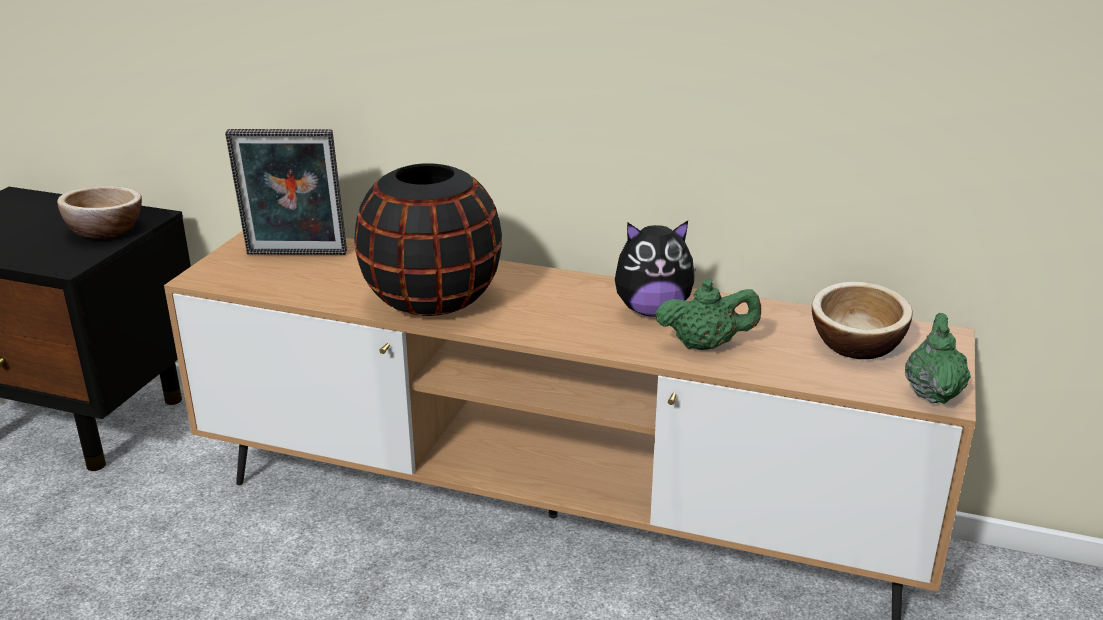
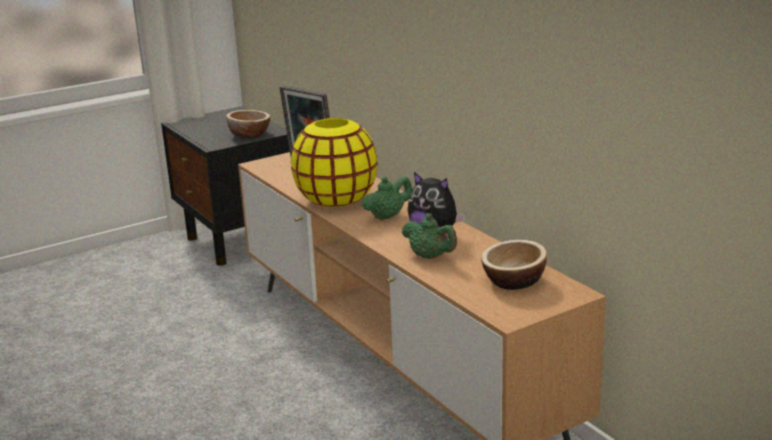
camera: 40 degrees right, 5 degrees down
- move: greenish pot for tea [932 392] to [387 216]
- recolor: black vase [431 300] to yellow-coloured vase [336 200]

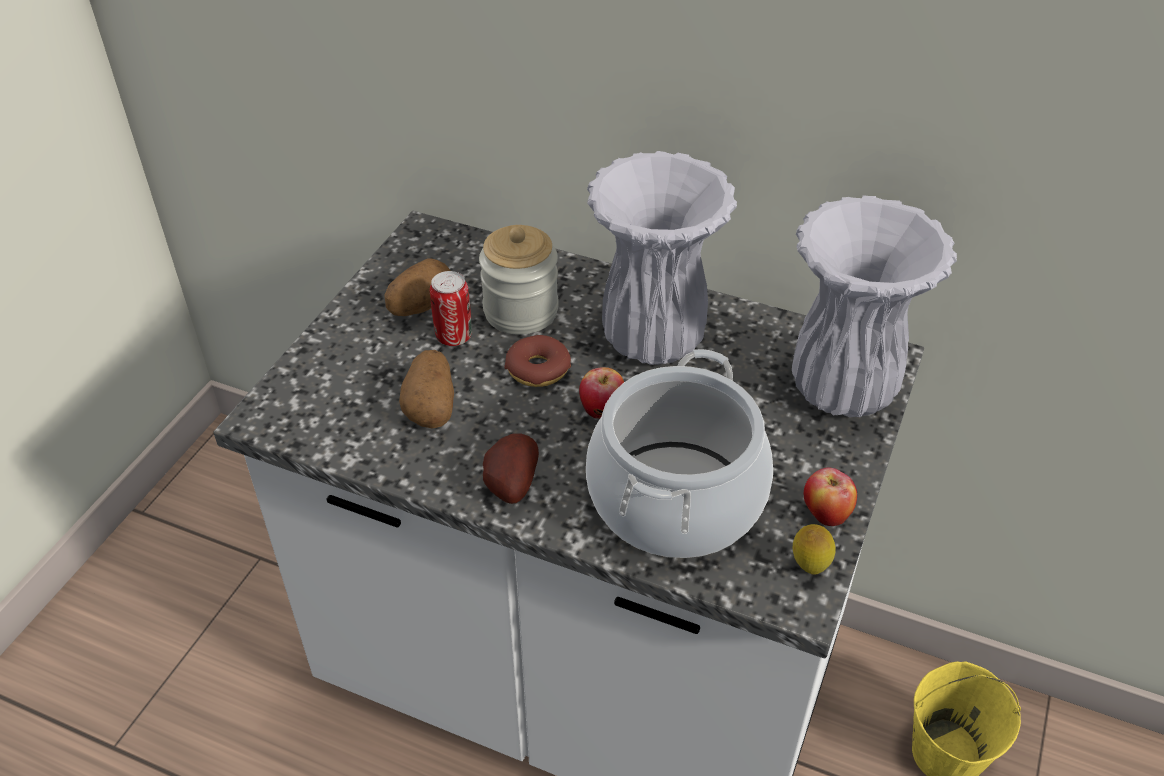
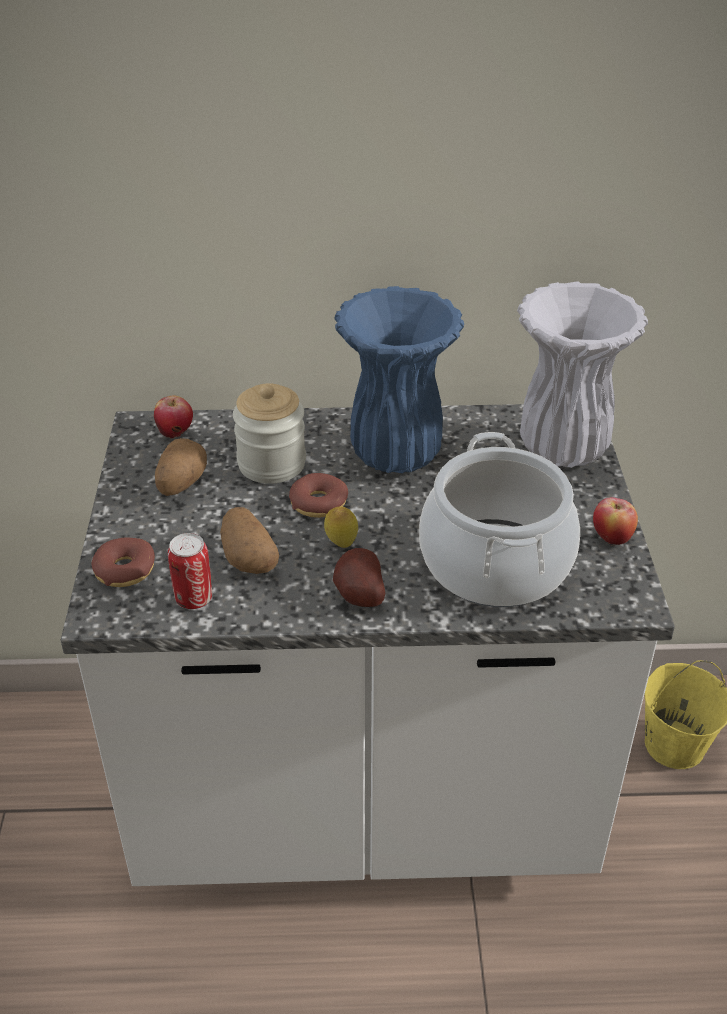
camera: 25 degrees left, 5 degrees down
- insert: ring doughnut [125 570]
- move: sealed can [454 336] to [194 599]
- move: whole apple [602 411] to [176 433]
- move: citrus fruit [809 567] to [341 544]
- recolor: white-coloured vase [652 338] to blue-coloured vase [394 454]

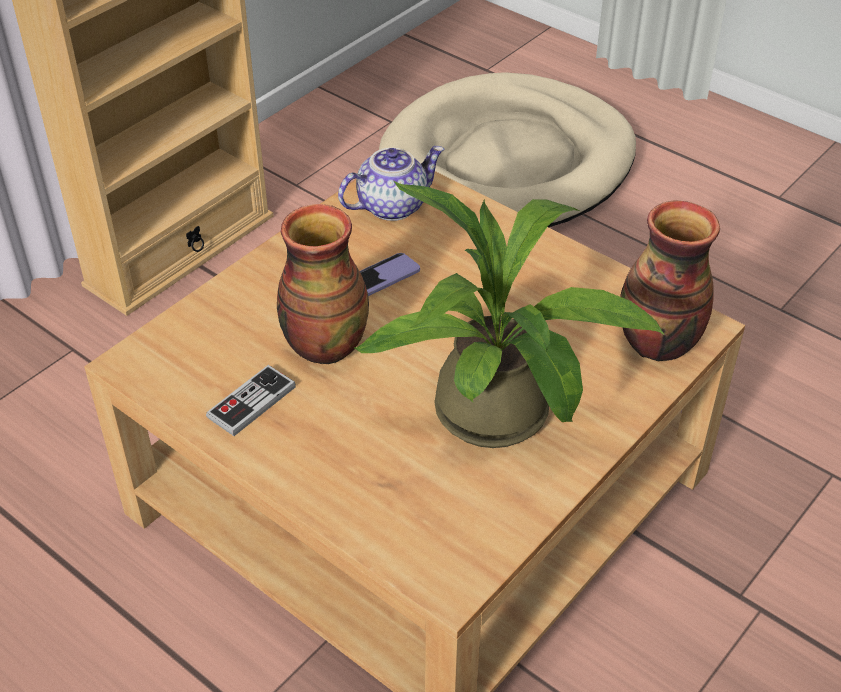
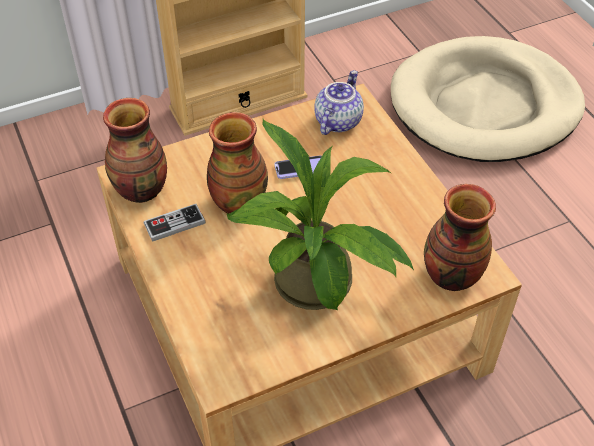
camera: 25 degrees right, 5 degrees up
- insert: vase [142 190]
- rotate: pot for tea [392 205] = [337 121] 60 degrees counterclockwise

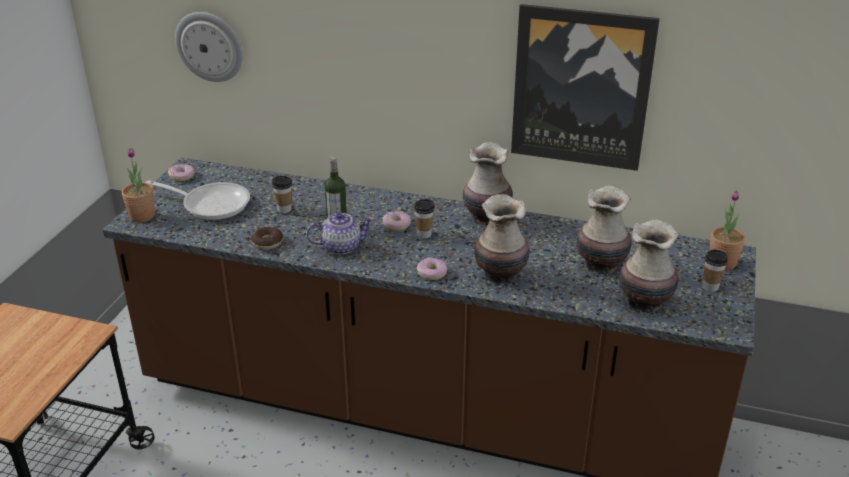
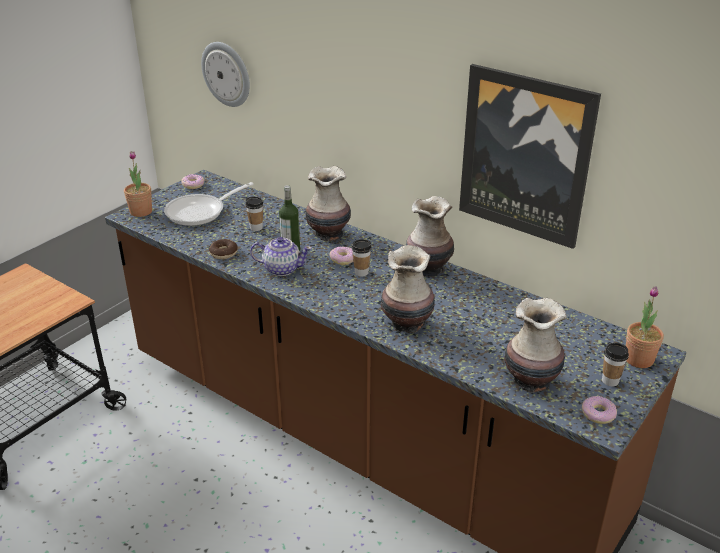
camera: 20 degrees right, 0 degrees up
- move: ring doughnut [431 273] to [598 414]
- move: vase [601 265] to [329 234]
- rotate: skillet [211 204] = [200 212] 105 degrees clockwise

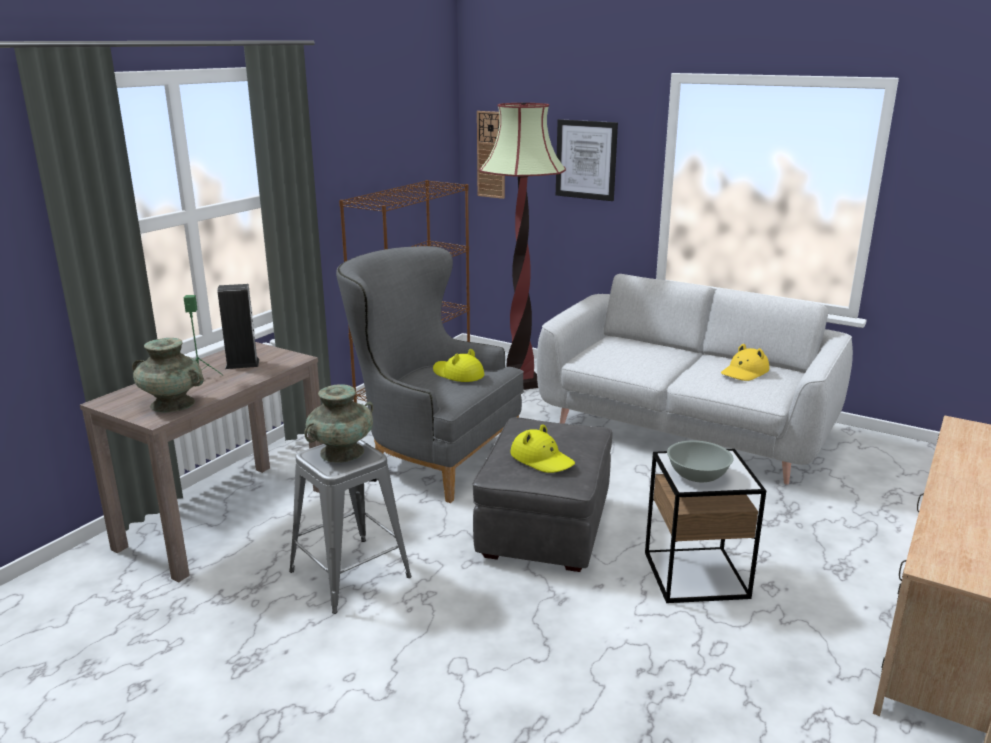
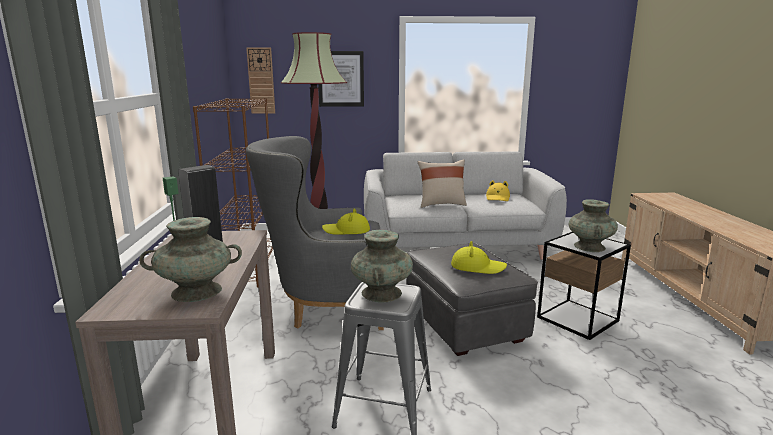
camera: 35 degrees left, 5 degrees down
- insert: sand-coloured throw pillow [441 204]
- replace: greyish deep dish [697 475] to blue-green vase [589 246]

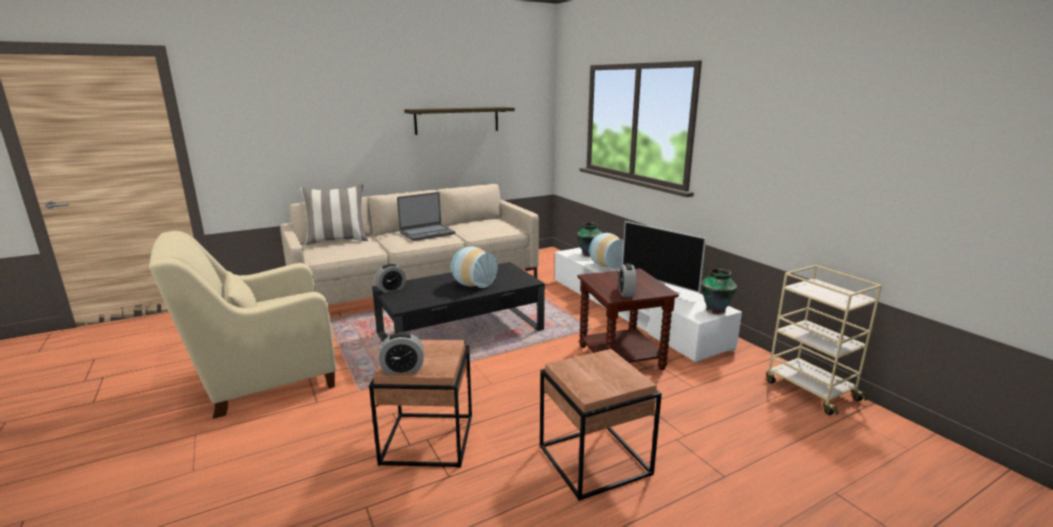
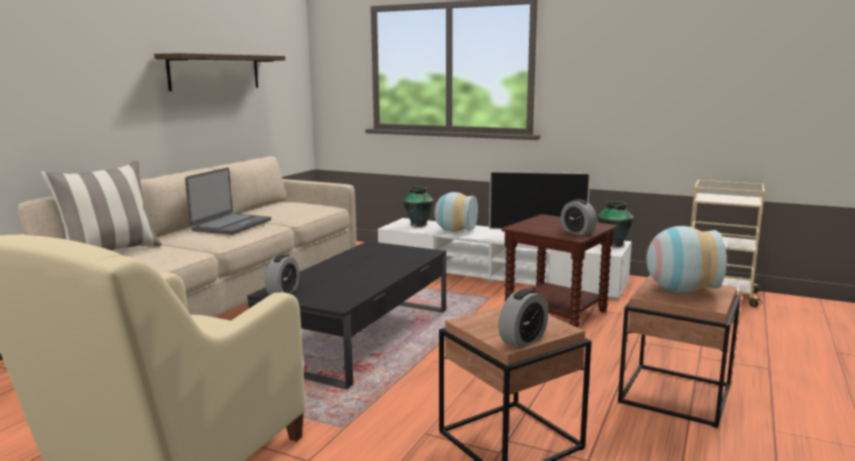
camera: 35 degrees left, 5 degrees down
- move: vase [472 285] to [679 290]

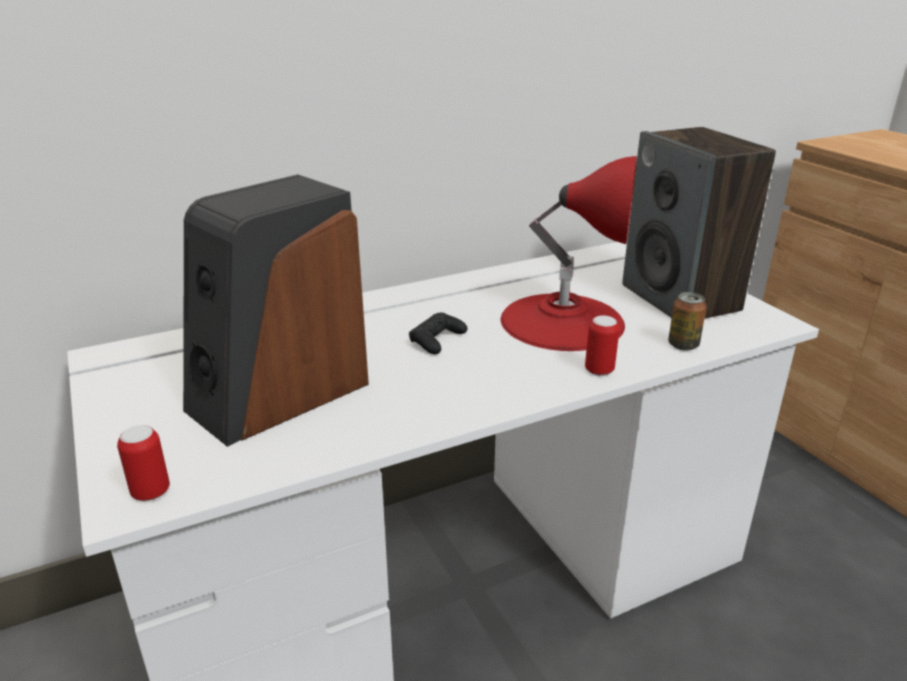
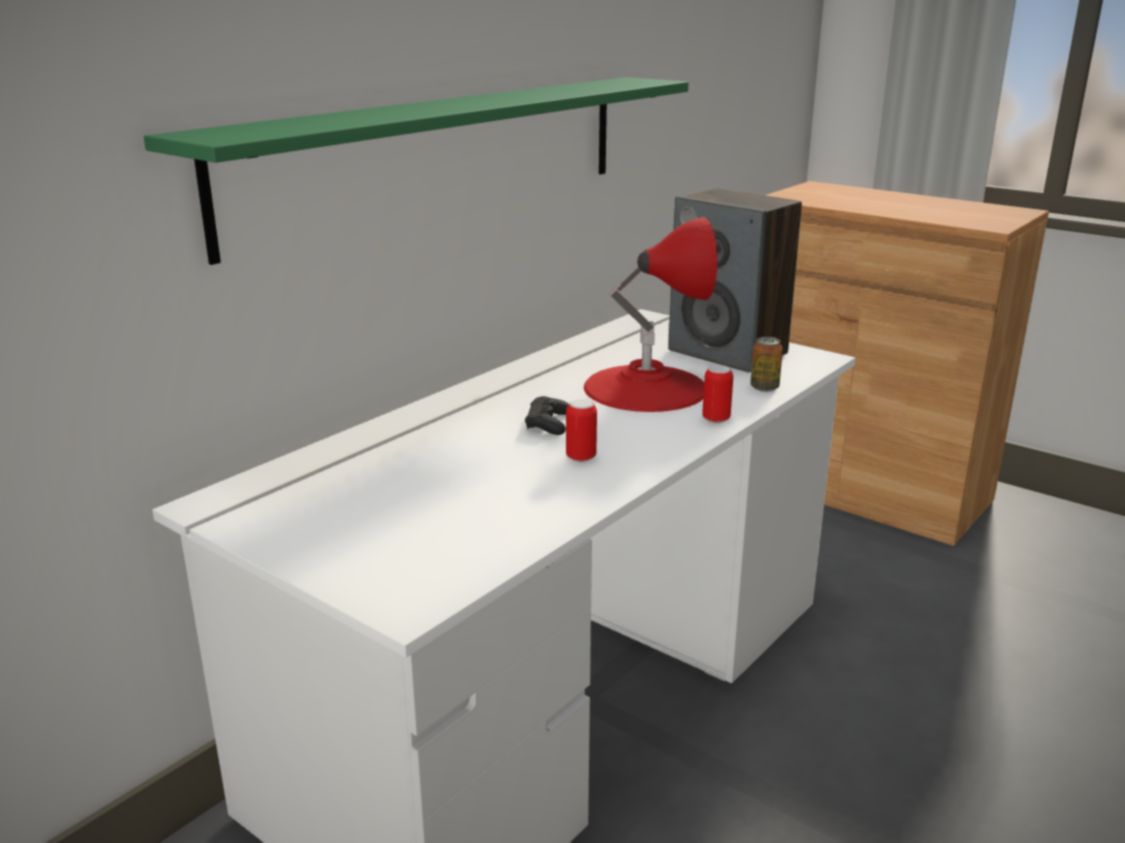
camera: 25 degrees left, 5 degrees down
- delete: audio speaker [278 395]
- insert: greenish shelf [440 156]
- move: sealed can [151 492] to [581 457]

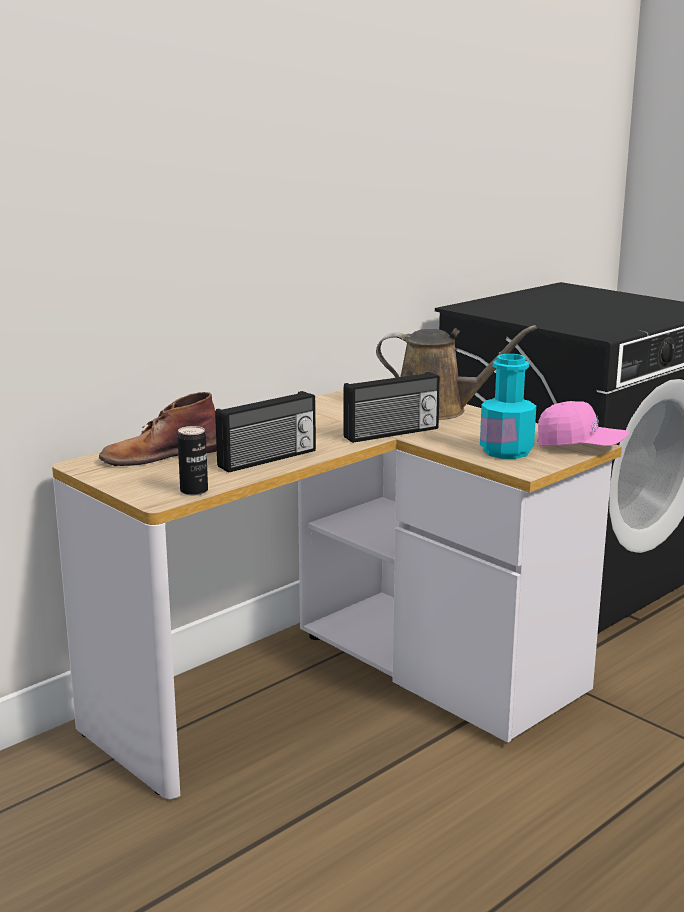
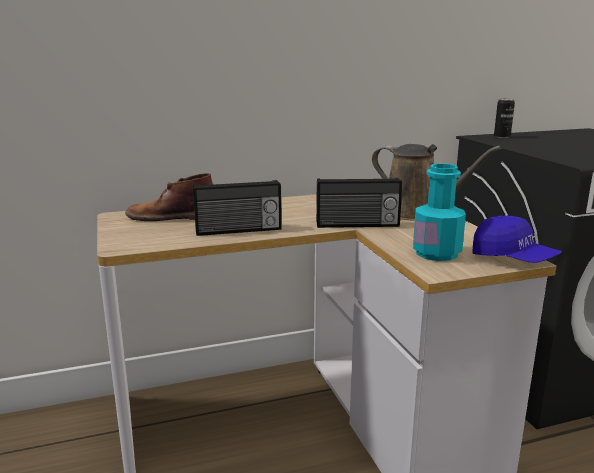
camera: 25 degrees right, 0 degrees up
- move: sealed can [194 491] to [502 137]
- recolor: pink peaked cap [580 446] to blue-coloured peaked cap [512 259]

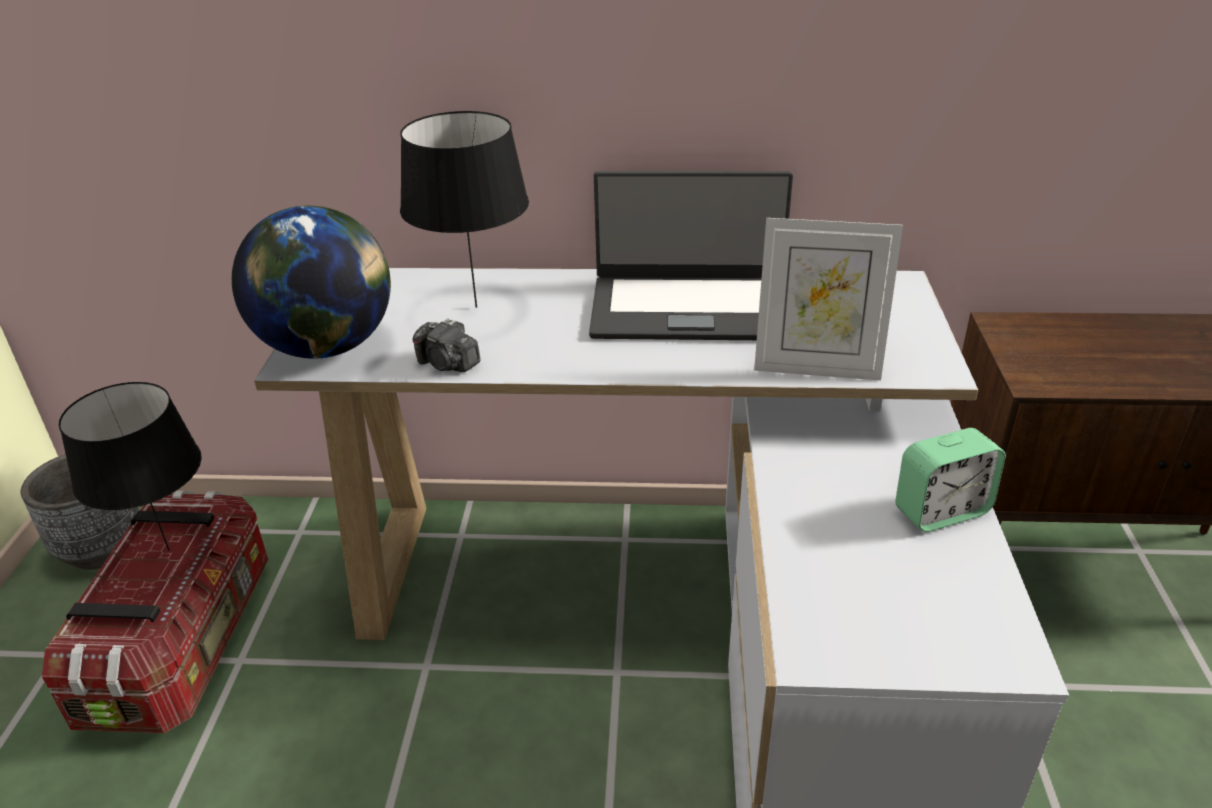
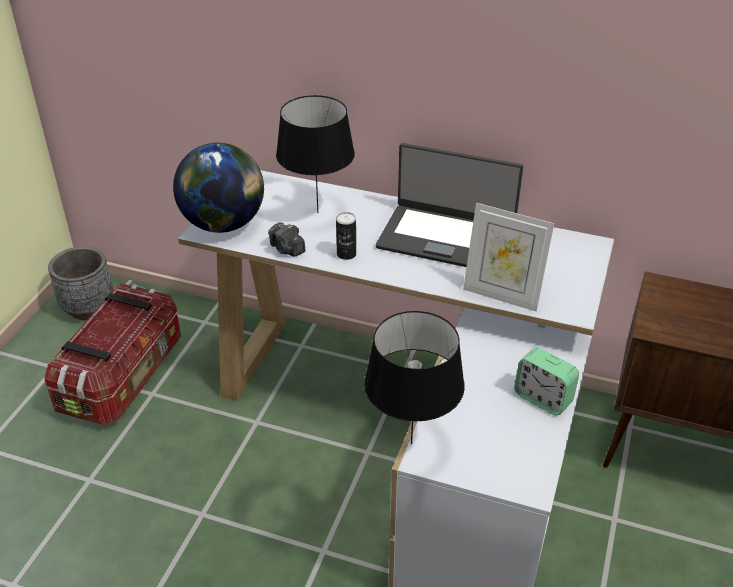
camera: 15 degrees right, 5 degrees up
- insert: sealed can [346 254]
- move: black lamp for a table [167 550] to [410 443]
- rotate: alarm clock [941 511] = [543 398] 45 degrees clockwise

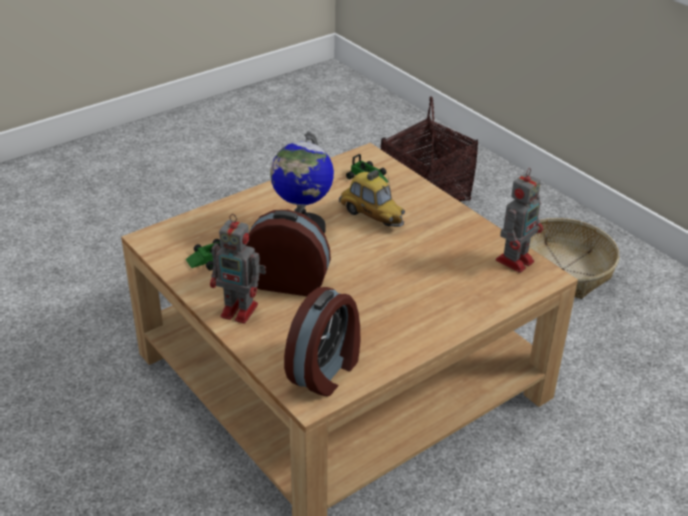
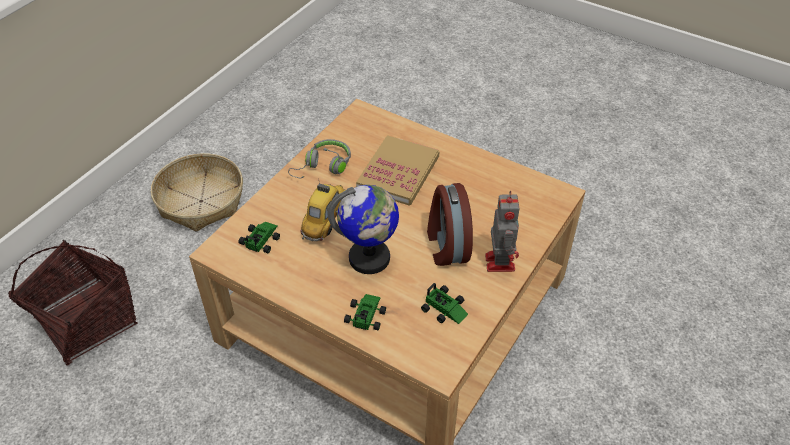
camera: 110 degrees left, 10 degrees up
- delete: alarm clock [326 371]
- delete: robot figure [516 260]
- insert: greyish headset [323 166]
- insert: miniature car [366 312]
- insert: volume [398 173]

